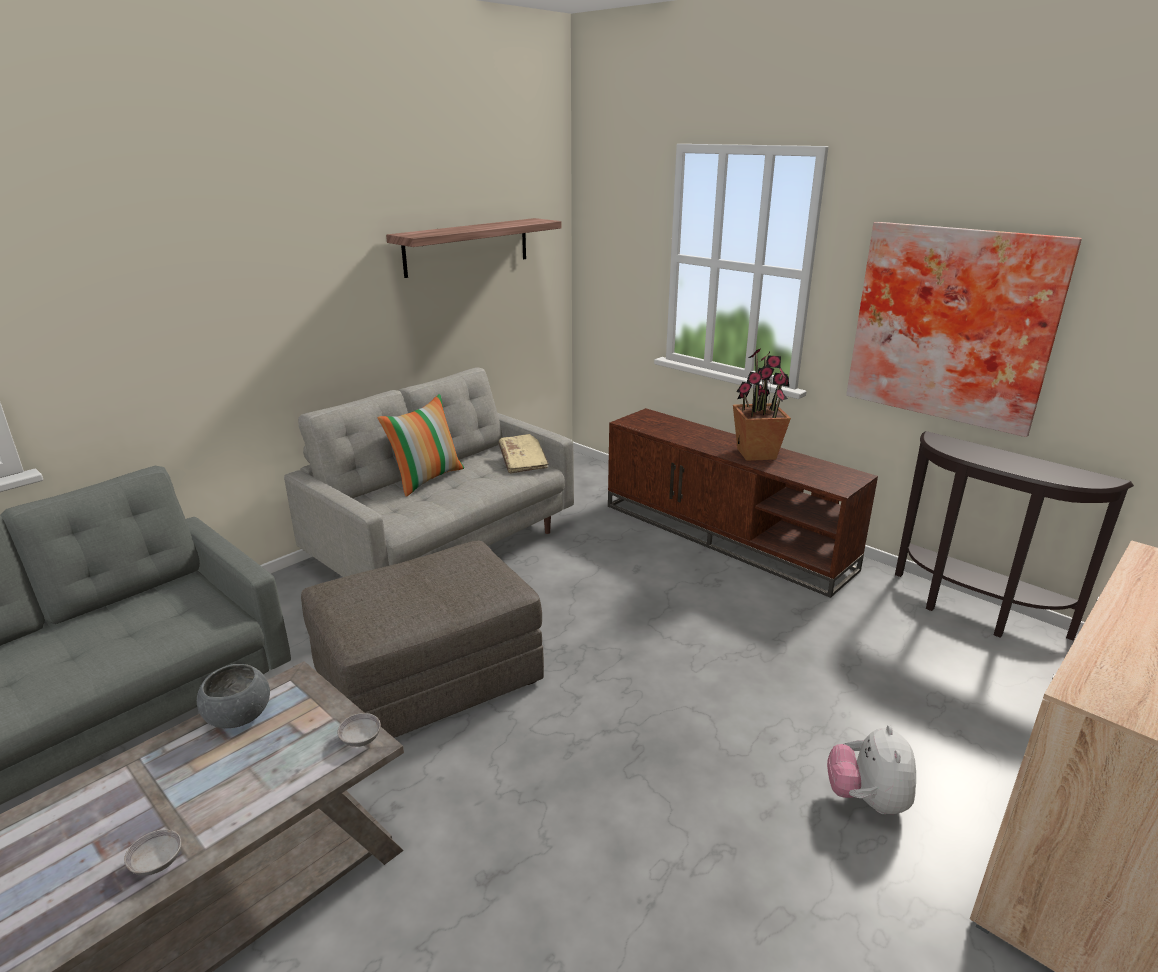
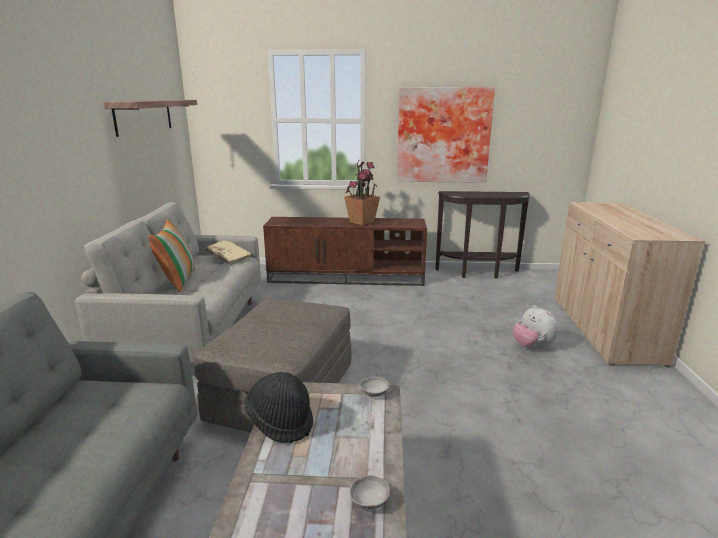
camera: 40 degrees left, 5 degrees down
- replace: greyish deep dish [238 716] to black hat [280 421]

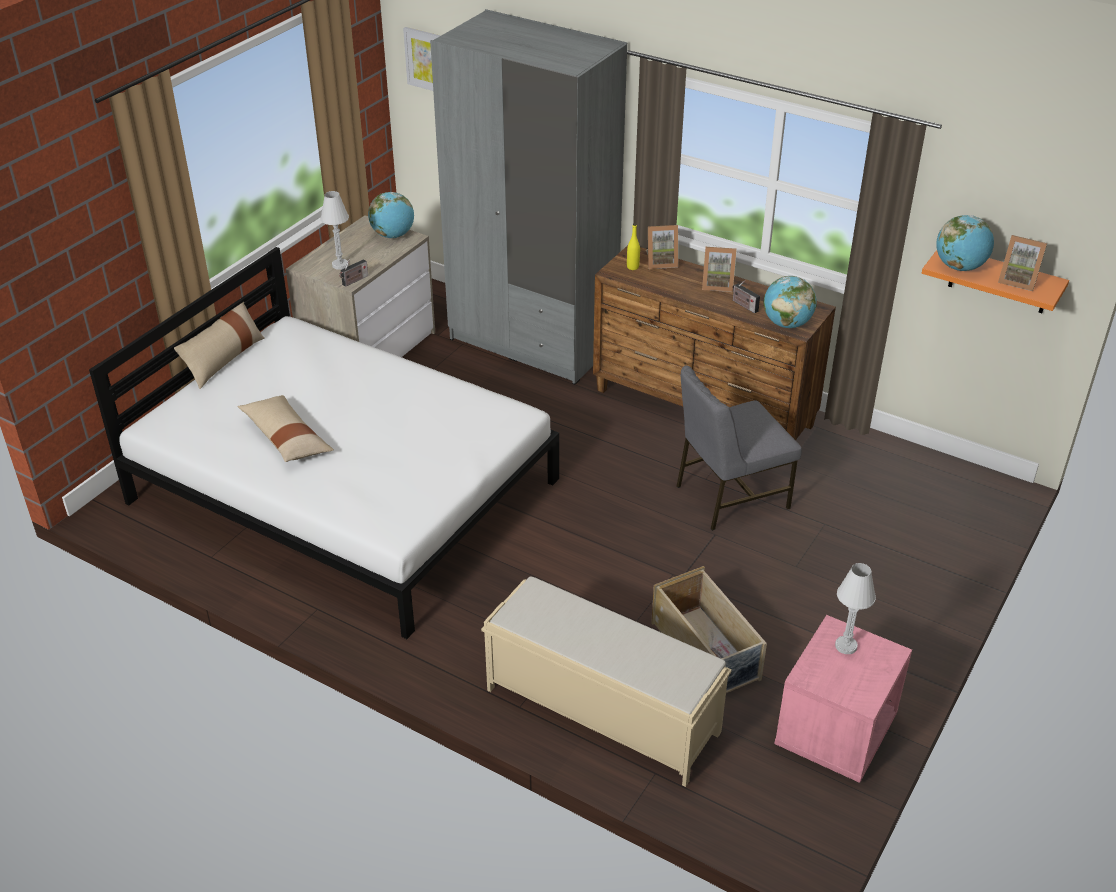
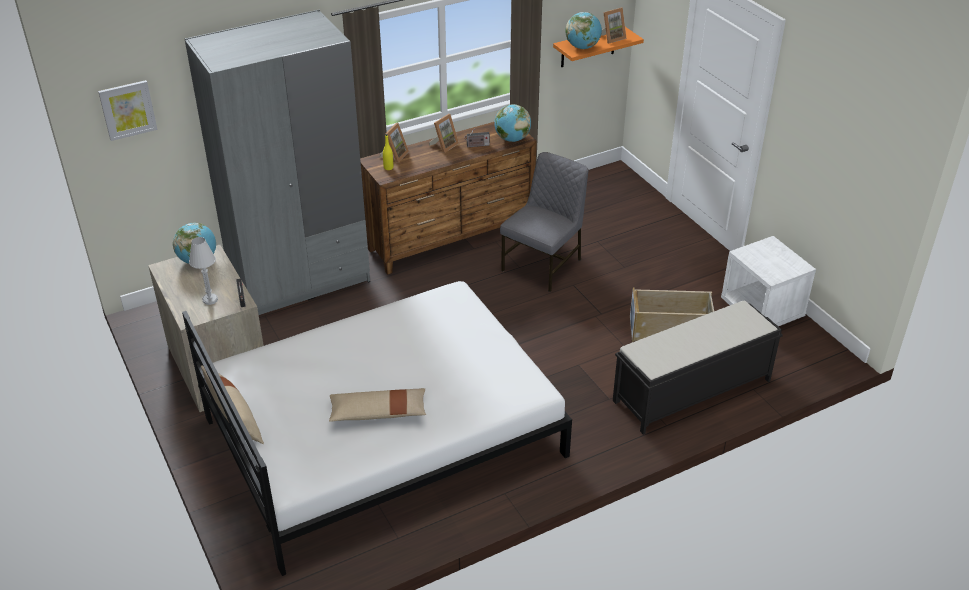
camera: 60 degrees left, 0 degrees up
- delete: white-coloured lamp for a table [846 646]
- recolor: sand-coloured long seat [600 710] to black long seat [691 391]
- recolor: pink bedside table [835 733] to white-coloured bedside table [762 310]
- rotate: greyish plain chair [729 496] = [543 265] 150 degrees counterclockwise

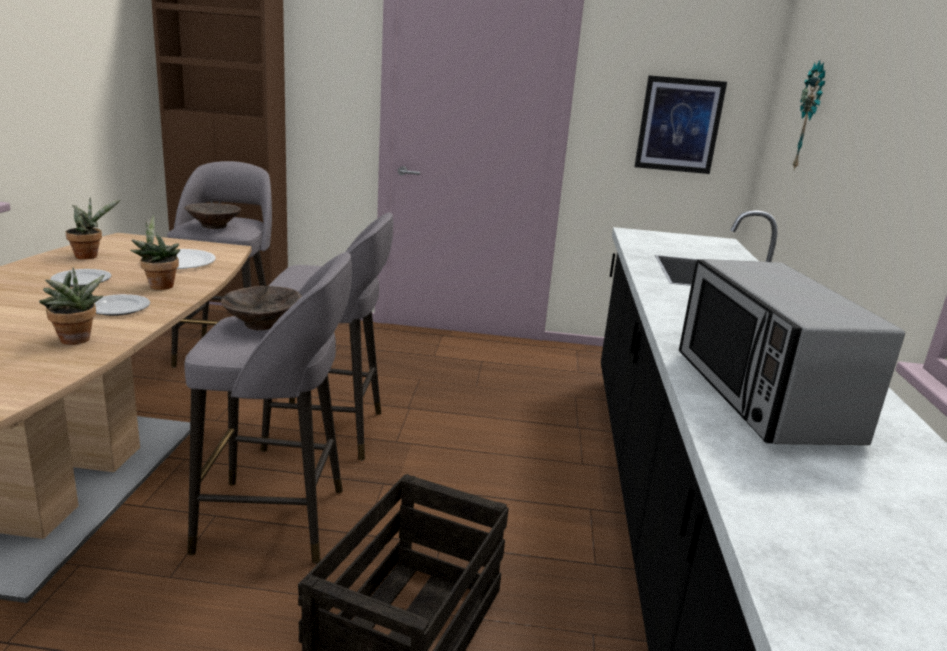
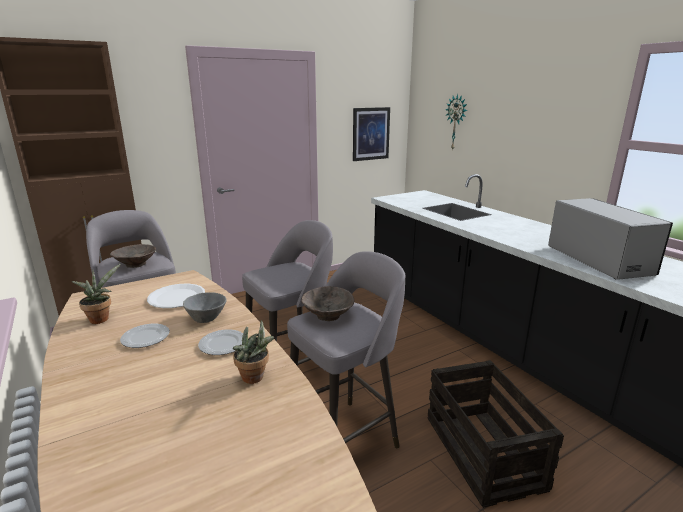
camera: 35 degrees left, 0 degrees up
- replace: houseplant [159 285] to greyish deep dish [207 318]
- rotate: microwave oven [761 395] = [598 260] 150 degrees counterclockwise

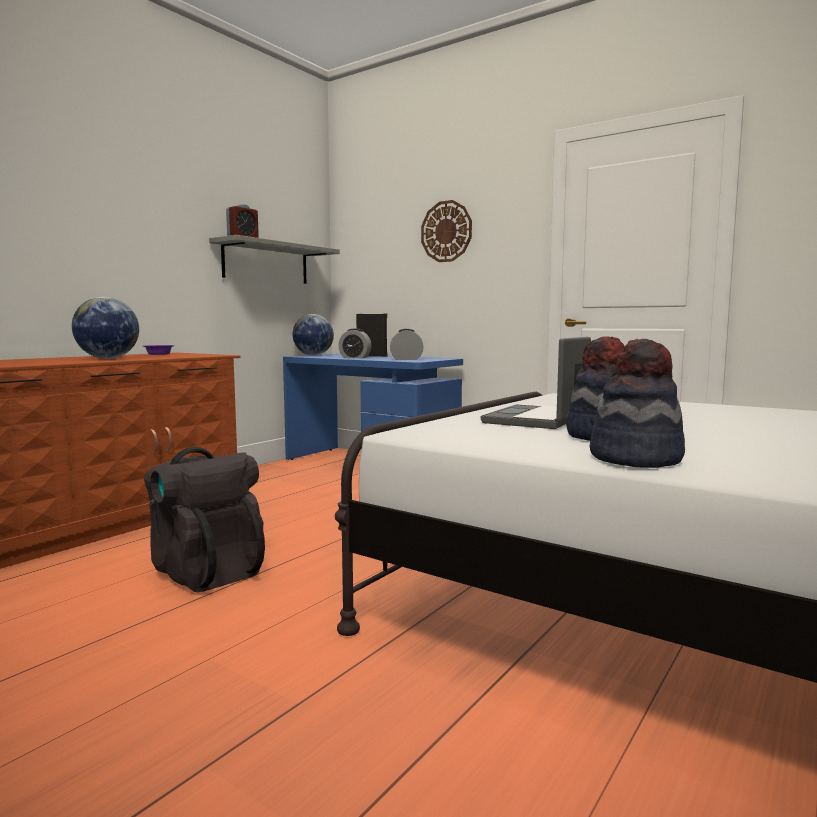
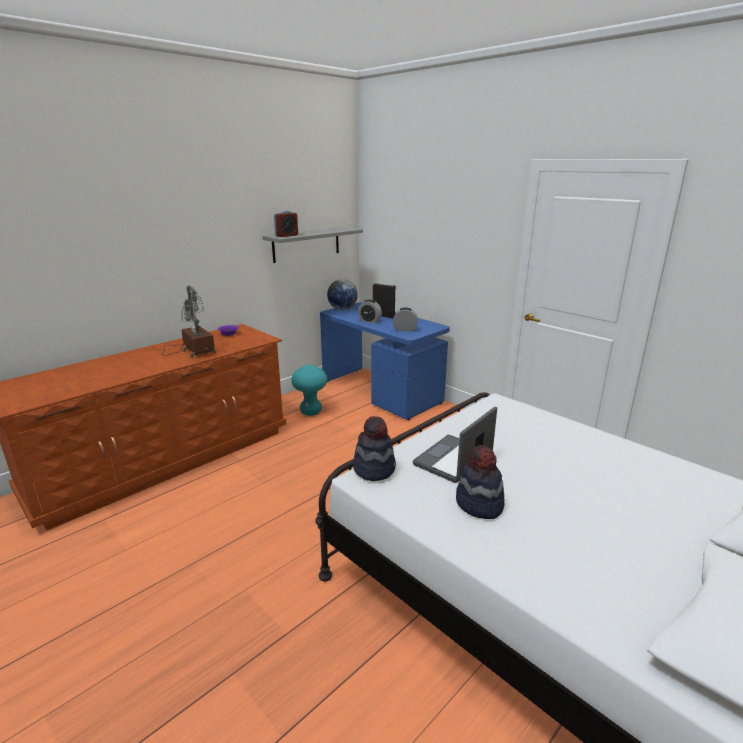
camera: 10 degrees right, 15 degrees up
- delete: black rucksack [206 571]
- delete: clock on the wall [446 231]
- insert: blue-green stool [311 412]
- move: hat [635 458] to [374 469]
- replace: globe [107 358] to lamp for a table [193 351]

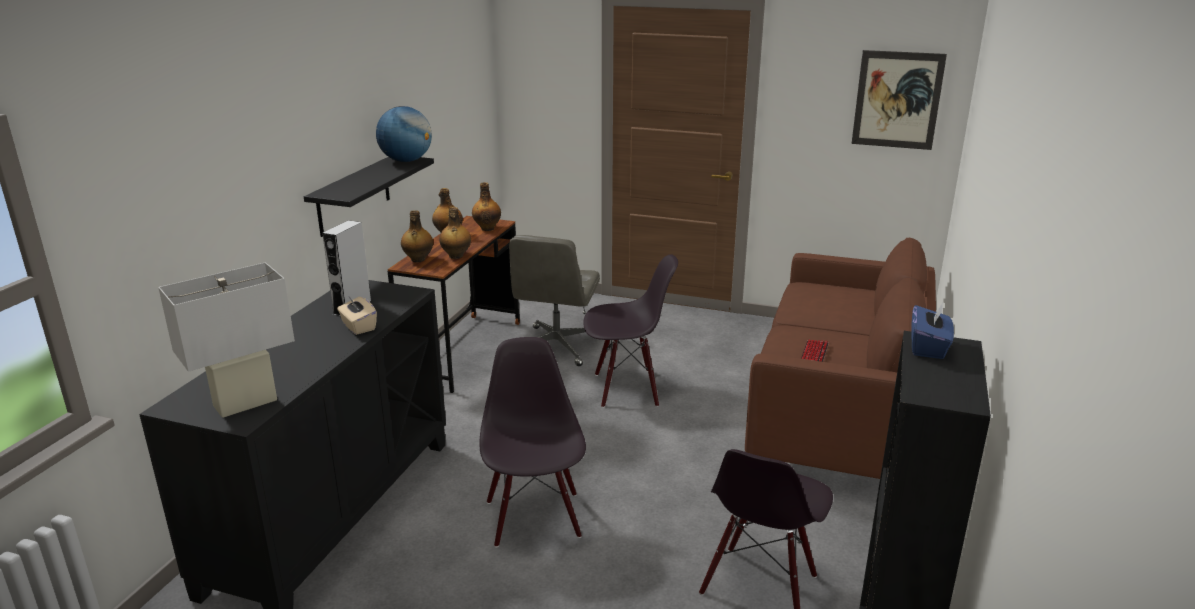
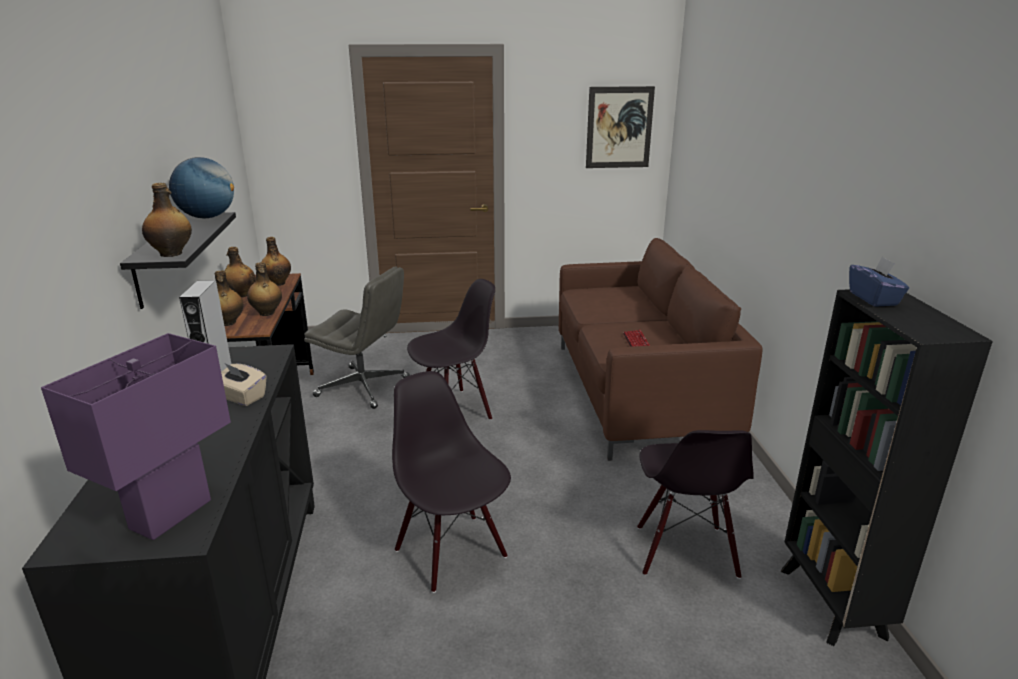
camera: 25 degrees left, 0 degrees up
- insert: beverage bottle [172 253]
- recolor: white-coloured lamp for a table [245 403] to purple-coloured lamp for a table [171 514]
- rotate: greyish computer chair [556 347] = [364 387] 60 degrees counterclockwise

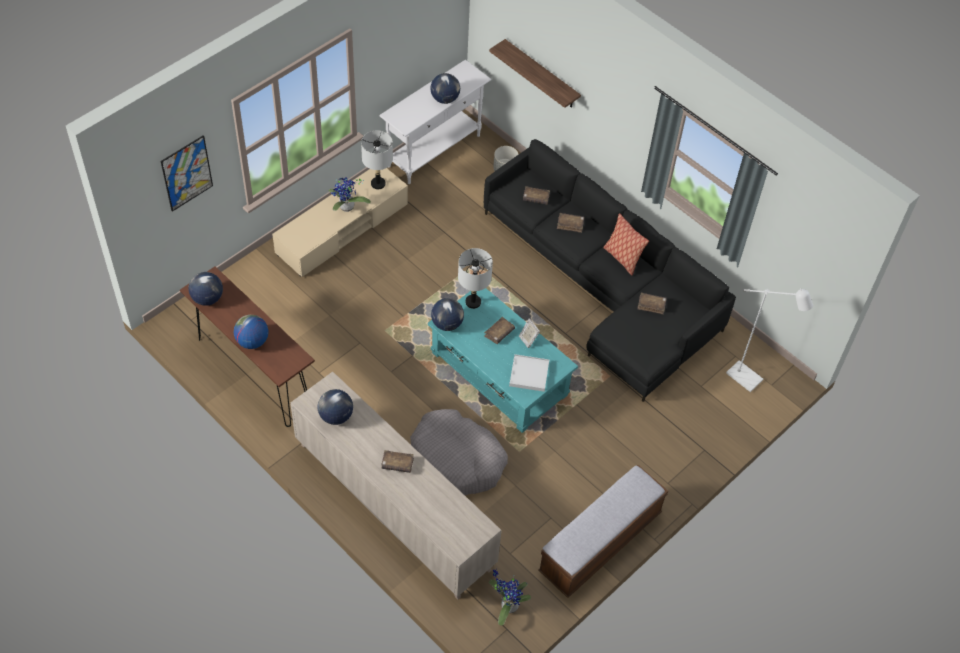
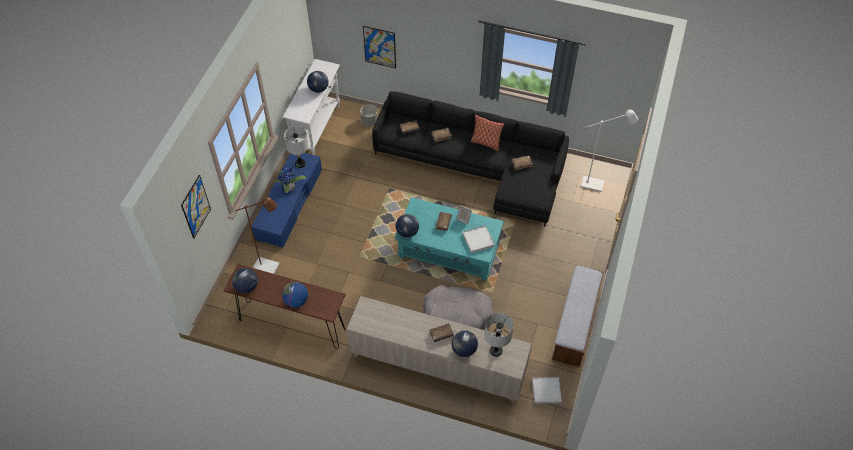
camera: 25 degrees left, 0 degrees up
- insert: brown standing lamp [270 267]
- move: globe [335 416] to [464 349]
- move: greyish lamp for a table [473 302] to [495 350]
- replace: shelf [541 75] to wall art [379 47]
- replace: houseplant [507 605] to white-coloured tray [546 391]
- recolor: sand-coloured tv unit [342 229] to blue-coloured tv unit [289 204]

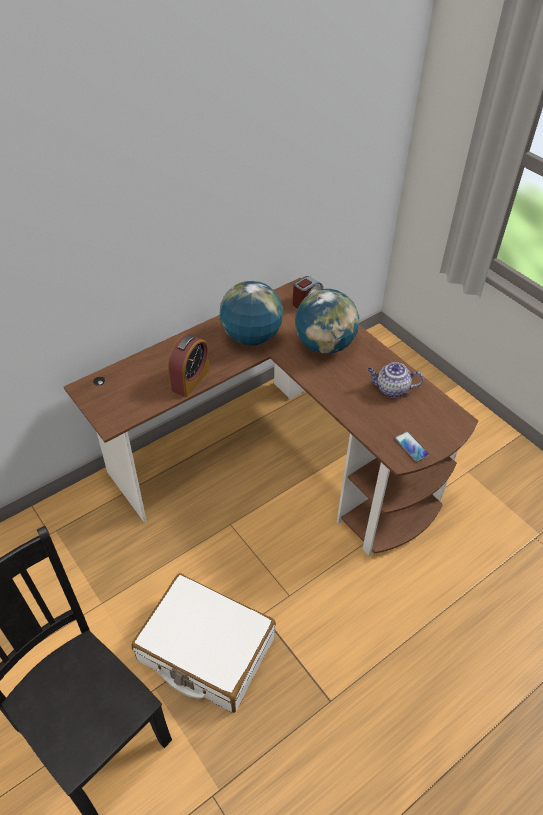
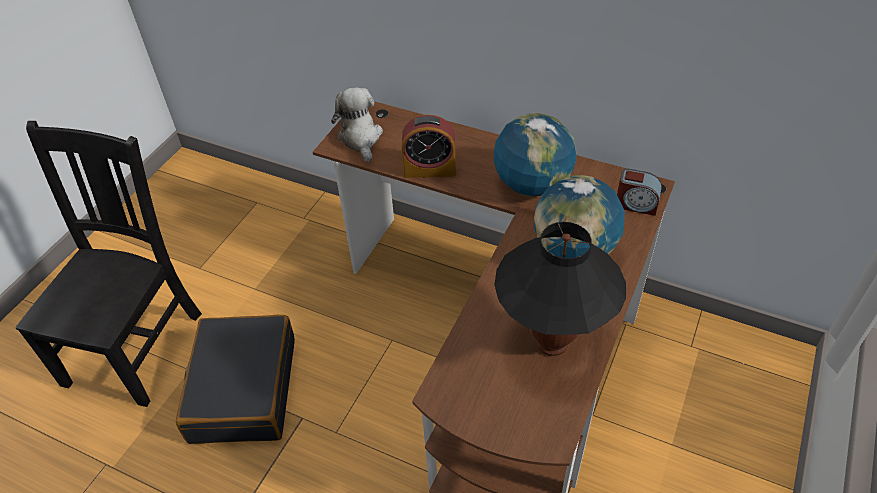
camera: 65 degrees right, 0 degrees up
- delete: telephone [411 447]
- insert: cuddly toy [360 138]
- replace: pot for tea [391 389] to black lamp for a table [551 343]
- recolor: white-coloured piece of luggage [206 650] to black piece of luggage [243 389]

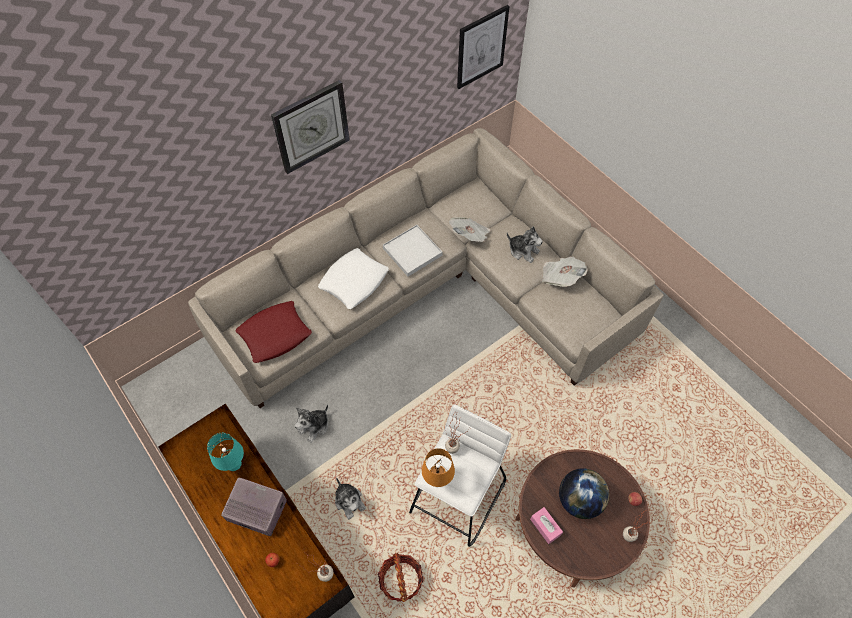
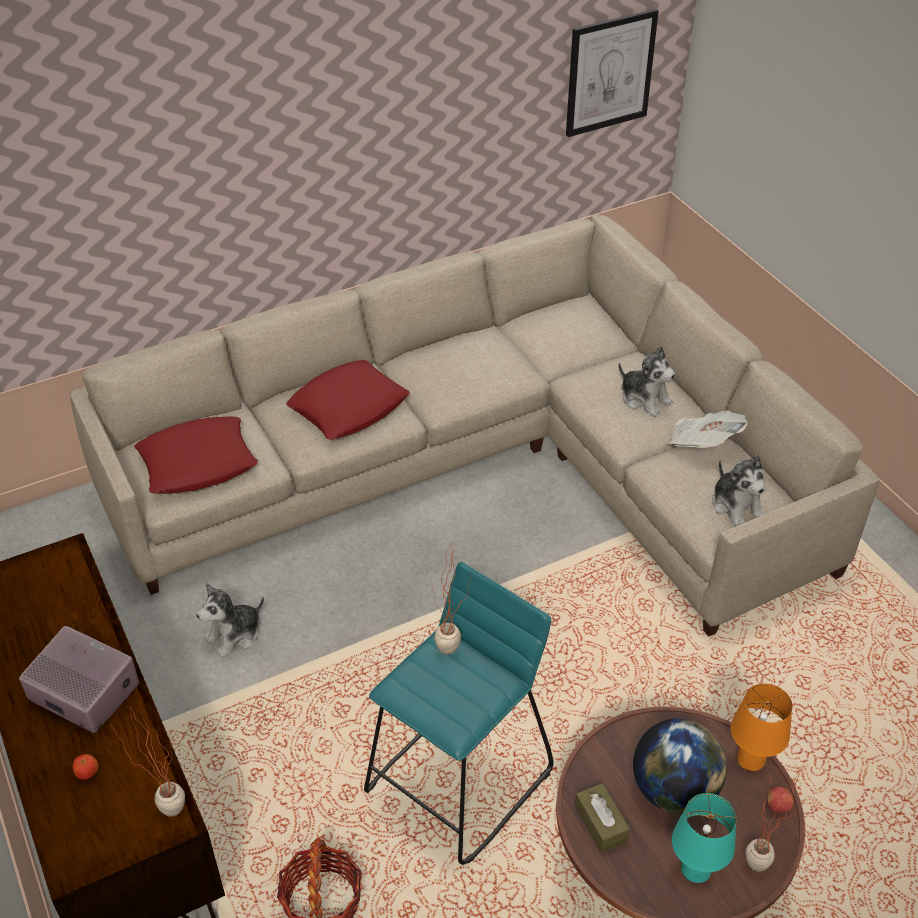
camera: 10 degrees right, 15 degrees down
- delete: clock on the wall [311 127]
- delete: white-coloured tray [412 252]
- delete: printed paper [470 236]
- move: blue-green lamp for a table [234 464] to [696 871]
- move: cuddly toy [349 501] to [736 506]
- move: orange-coloured lamp for a table [437 479] to [751 761]
- recolor: white-coloured throw pillow [354 282] to red throw pillow [348 408]
- recolor: white-coloured stool [458 496] to blue-green stool [460 781]
- recolor: pink tissue box [545 527] to brown tissue box [600 824]

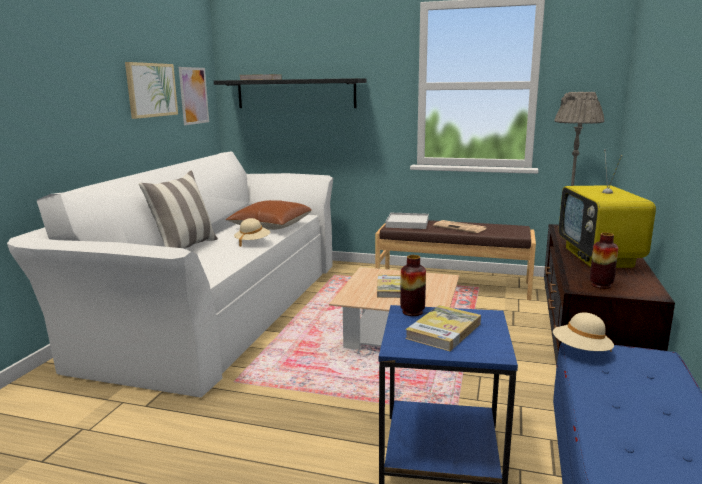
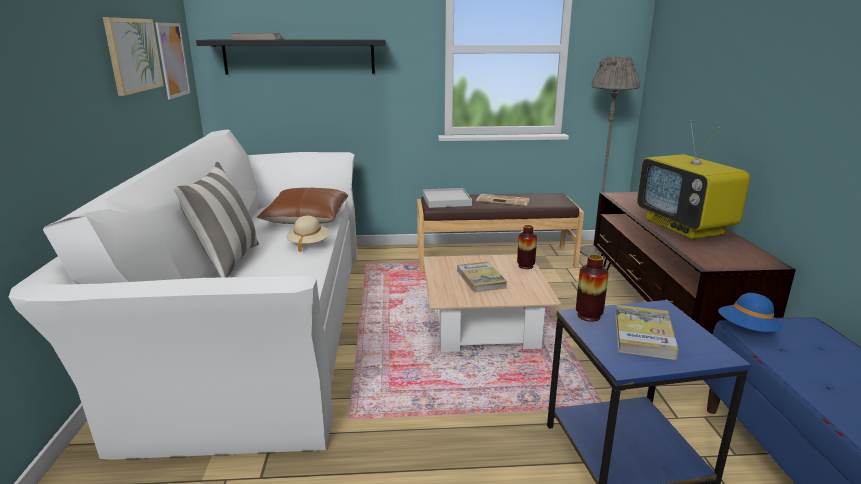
camera: 20 degrees left, 5 degrees up
- move: vase [601 285] to [525 266]
- recolor: sand-coloured hat [581 351] to blue-coloured hat [746 331]

